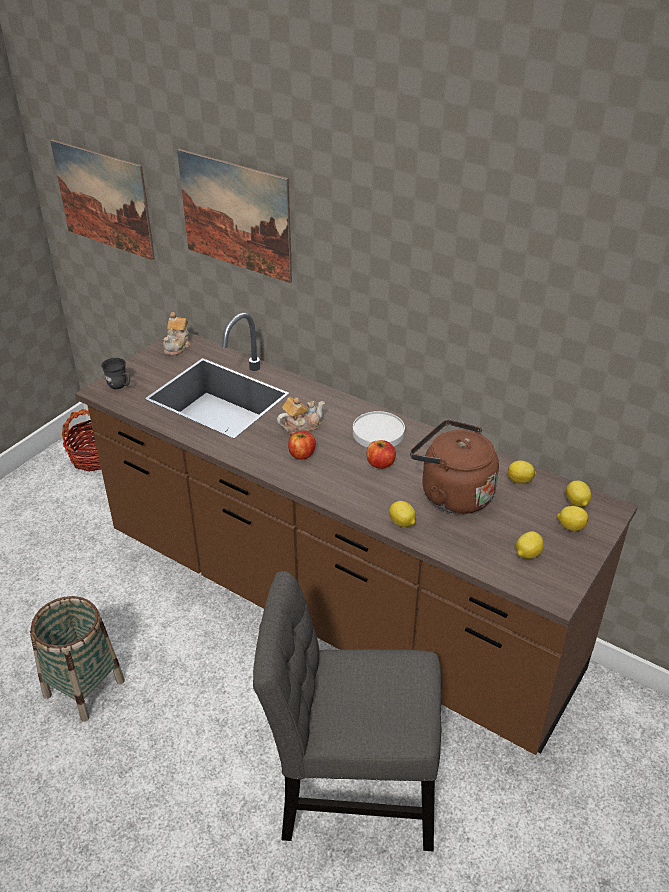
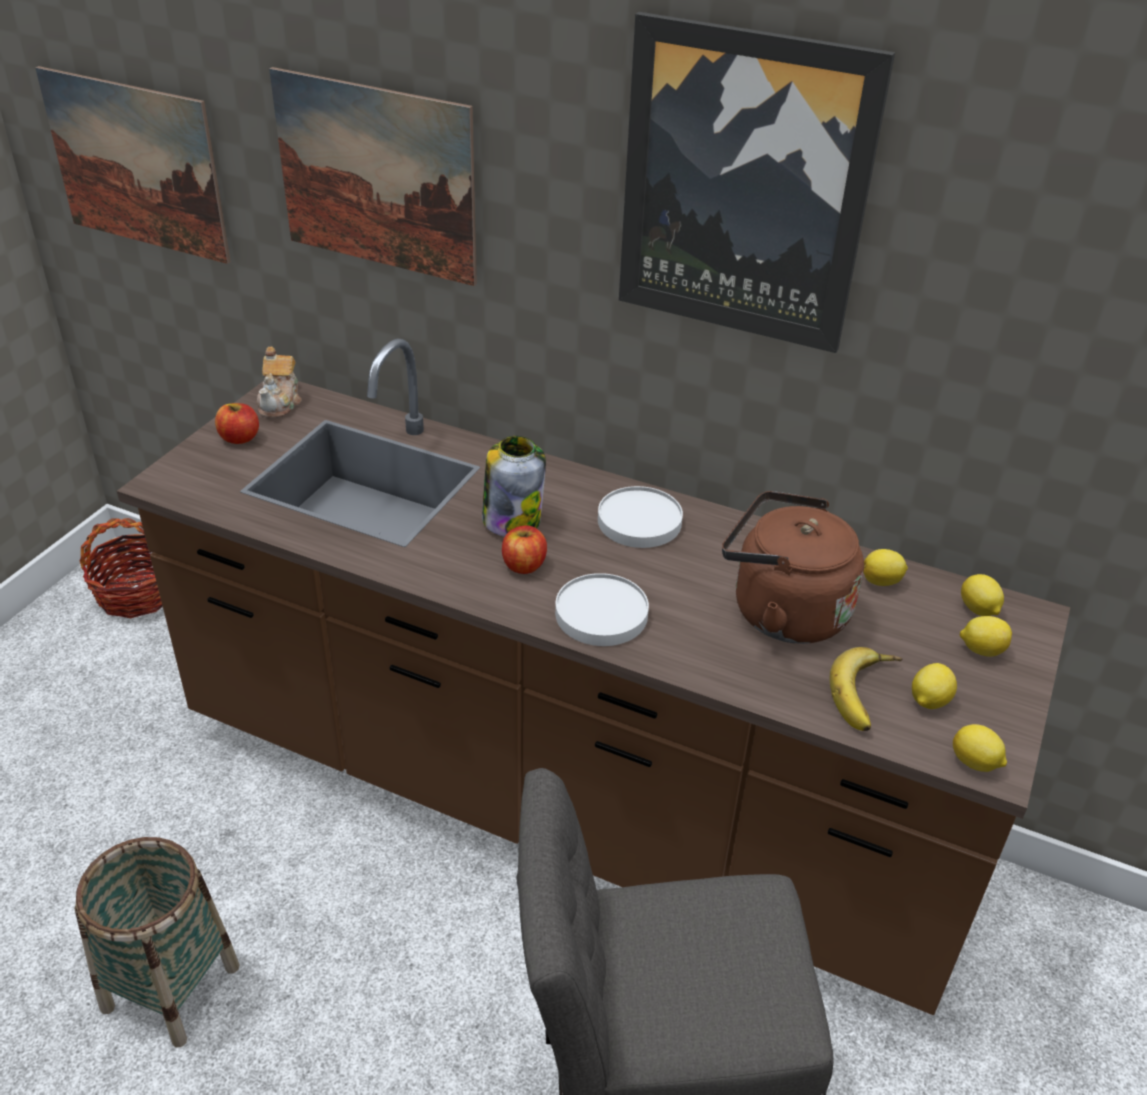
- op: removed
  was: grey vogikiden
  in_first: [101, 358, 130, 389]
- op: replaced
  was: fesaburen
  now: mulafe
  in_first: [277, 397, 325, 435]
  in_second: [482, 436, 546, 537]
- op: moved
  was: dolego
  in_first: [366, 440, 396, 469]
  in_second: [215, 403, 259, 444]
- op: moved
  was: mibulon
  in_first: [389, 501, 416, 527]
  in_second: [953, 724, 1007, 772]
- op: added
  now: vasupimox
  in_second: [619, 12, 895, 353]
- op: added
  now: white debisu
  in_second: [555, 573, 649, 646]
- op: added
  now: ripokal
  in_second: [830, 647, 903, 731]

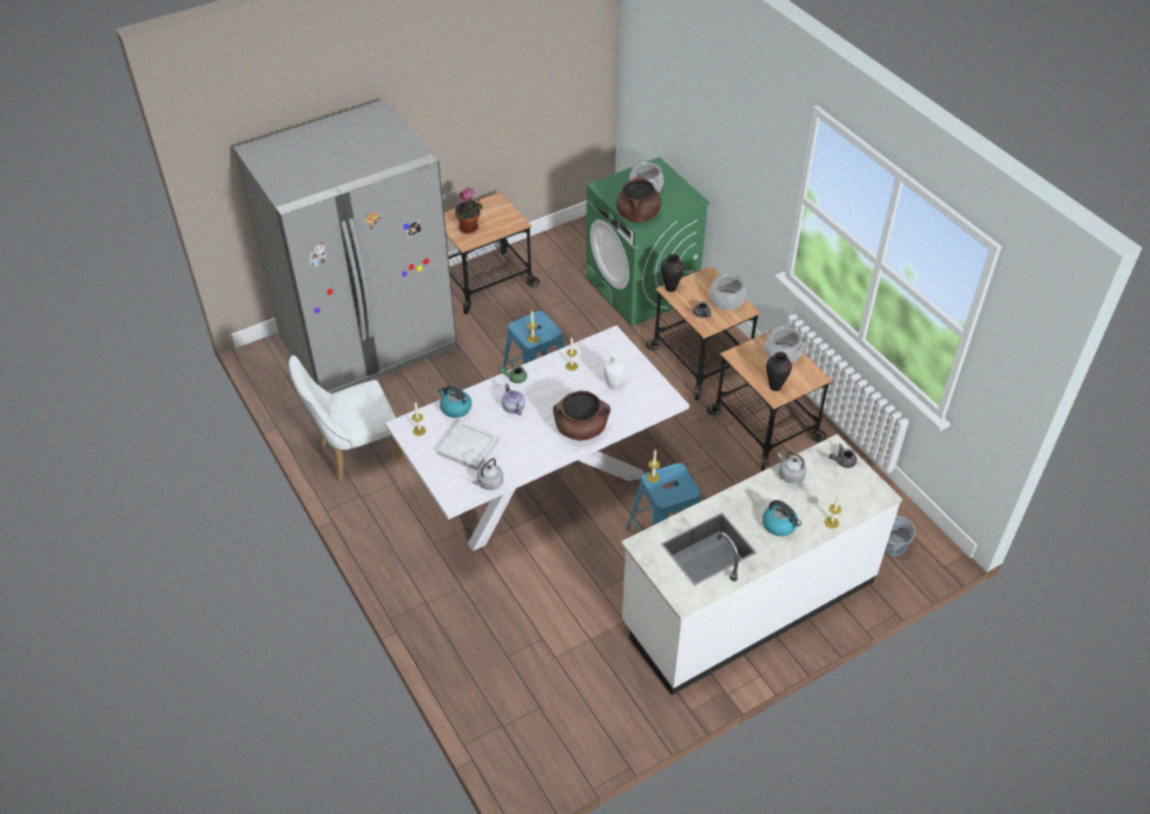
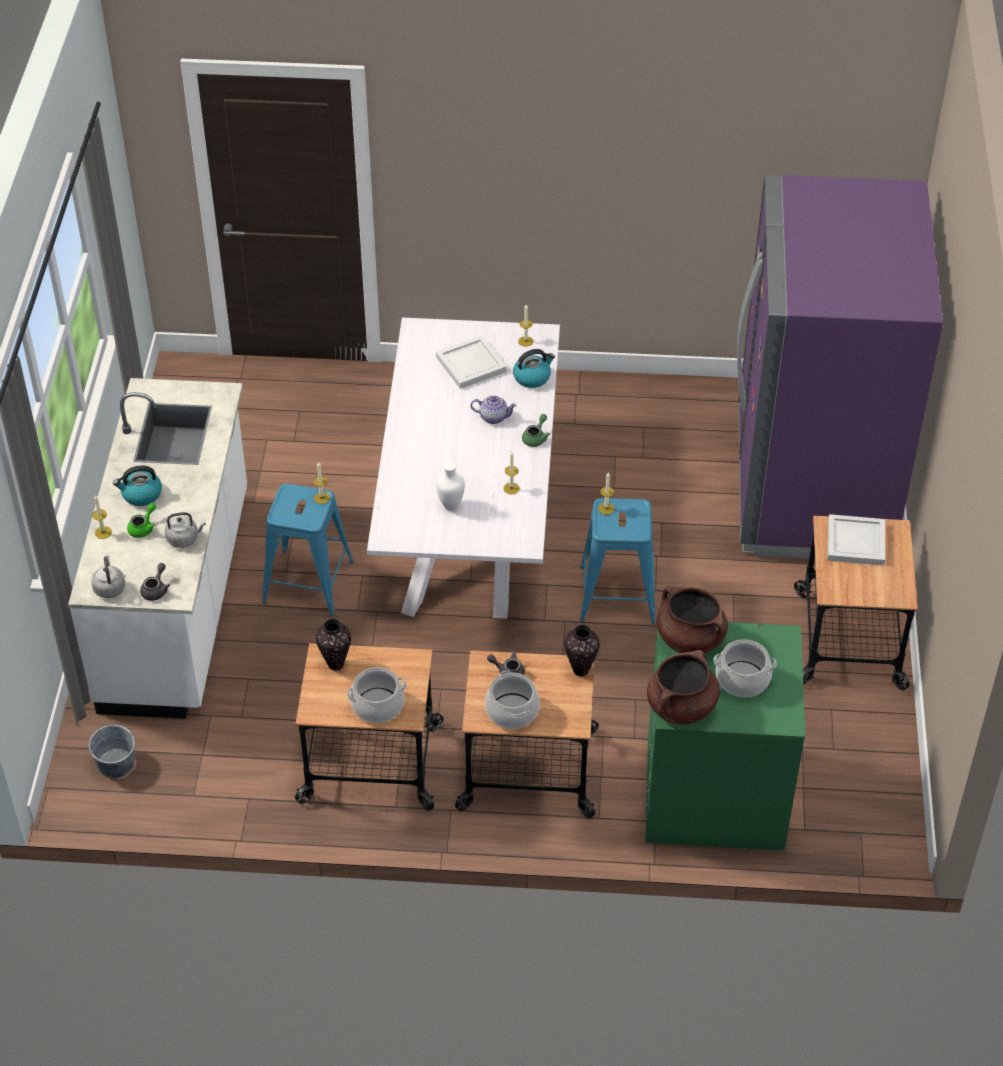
- op: recoloured
  was: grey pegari
  now: purple pegari
  in_first: [233, 99, 457, 394]
  in_second: [737, 175, 943, 559]
- op: replaced
  was: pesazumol
  now: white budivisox
  in_first: [455, 187, 483, 234]
  in_second: [827, 514, 885, 566]
- op: removed
  was: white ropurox
  in_first: [289, 355, 404, 481]
- op: moved
  was: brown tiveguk
  in_first: [553, 391, 610, 441]
  in_second: [647, 650, 720, 725]
- op: moved
  was: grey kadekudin
  in_first: [473, 458, 503, 490]
  in_second: [91, 555, 125, 598]
- op: added
  now: green fesaburen
  in_second: [127, 503, 156, 538]

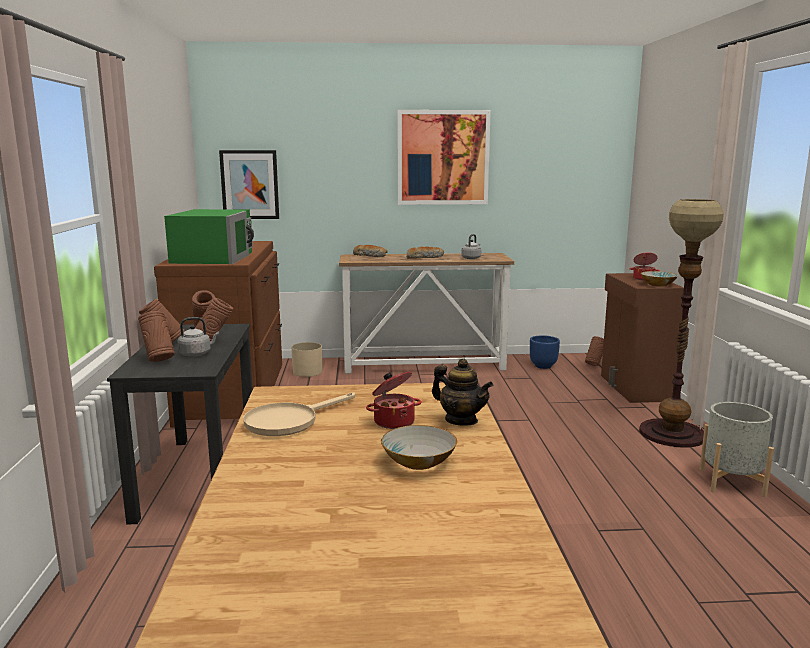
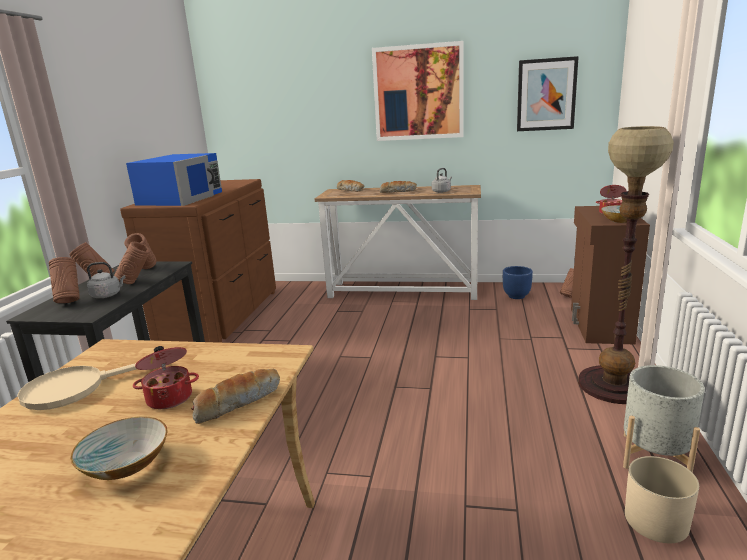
- op: moved
  was: vasupimox
  in_first: [219, 150, 279, 219]
  in_second: [517, 56, 579, 131]
- op: recoloured
  was: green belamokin
  now: blue belamokin
  in_first: [164, 209, 254, 264]
  in_second: [126, 153, 222, 206]
- op: moved
  was: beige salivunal
  in_first: [291, 342, 322, 377]
  in_second: [625, 456, 699, 543]
- op: replaced
  was: fesaburen
  now: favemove
  in_first: [432, 358, 493, 426]
  in_second: [191, 369, 280, 424]

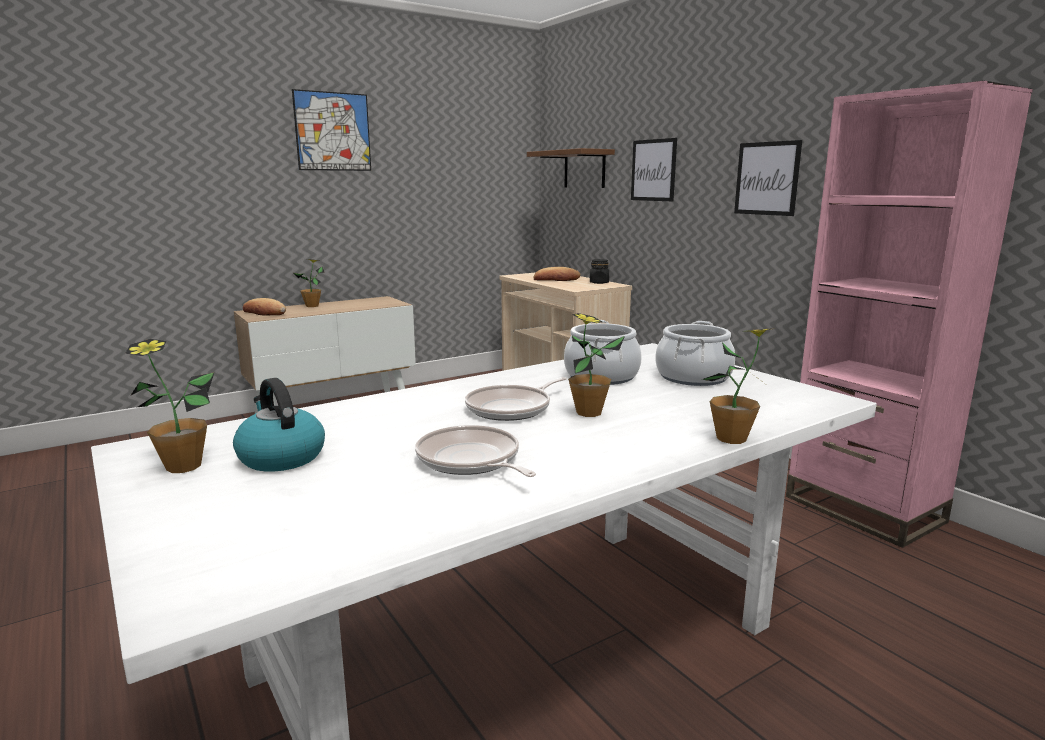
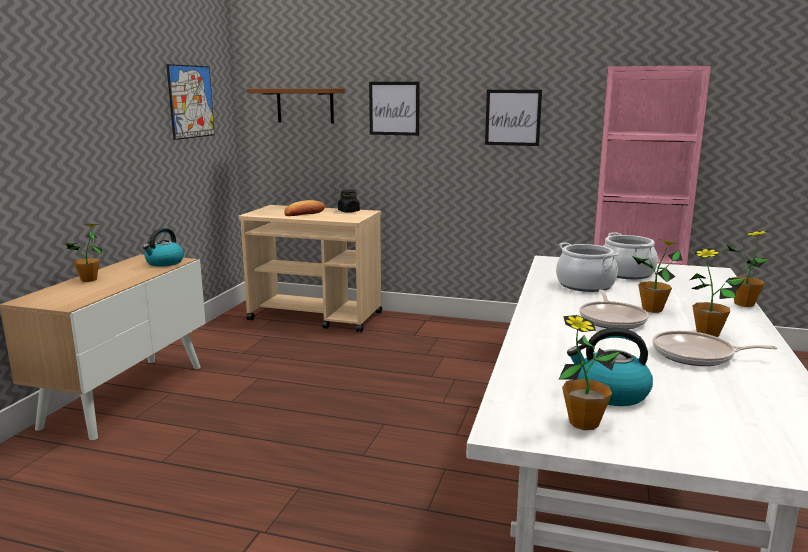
- op: moved
  was: vasupimox
  in_first: [292, 89, 371, 171]
  in_second: [166, 64, 215, 140]
- op: removed
  was: favemove
  in_first: [243, 298, 286, 316]
- op: added
  now: kadekudin
  in_second: [143, 228, 184, 267]
- op: added
  now: pesazumol
  in_second: [690, 248, 745, 337]

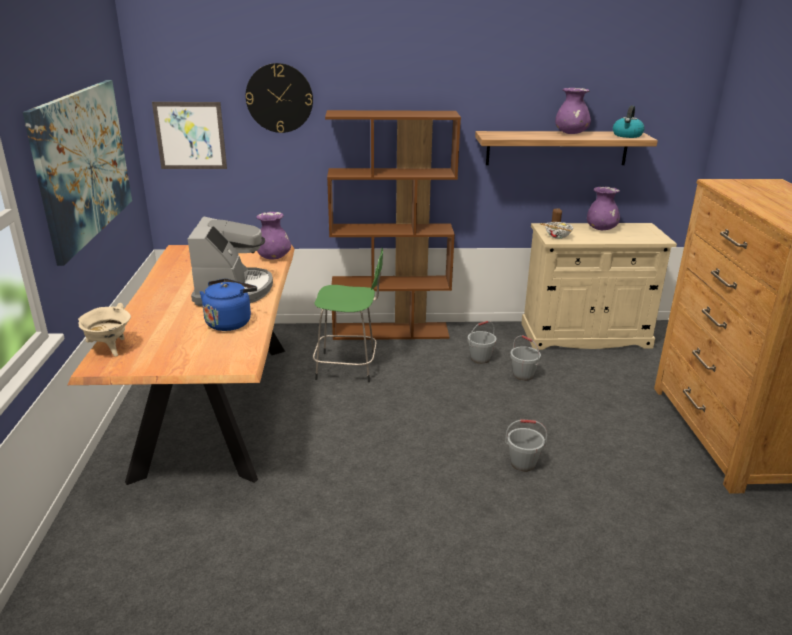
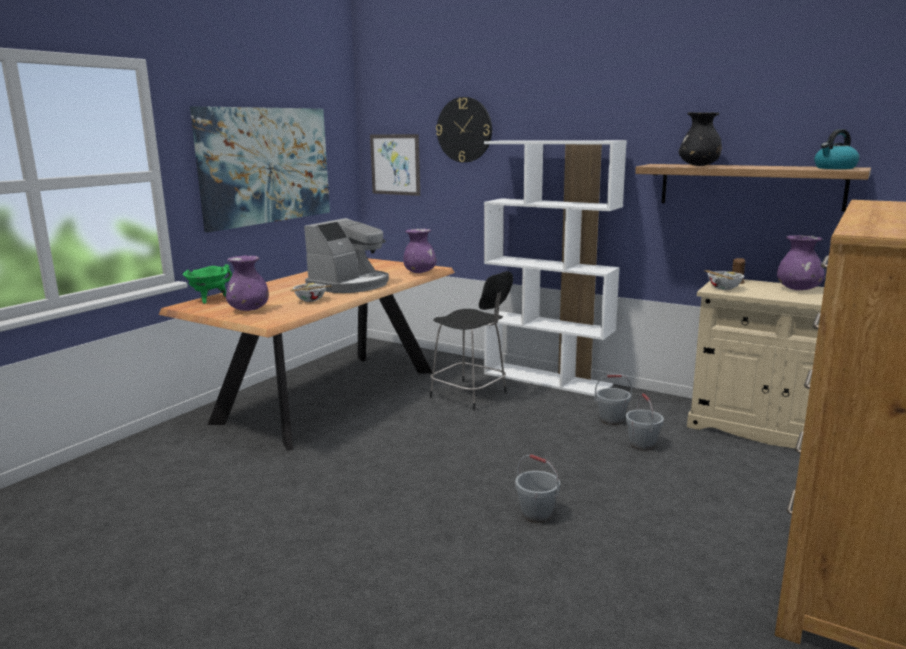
- op: moved
  was: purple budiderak
  in_first: [555, 88, 591, 134]
  in_second: [226, 255, 269, 311]
- op: recoloured
  was: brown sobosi
  now: white sobosi
  in_first: [325, 110, 461, 340]
  in_second: [484, 140, 627, 396]
- op: recoloured
  was: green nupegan
  now: black nupegan
  in_first: [313, 248, 383, 382]
  in_second: [430, 271, 513, 411]
- op: replaced
  was: blue kadekudin
  now: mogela
  in_first: [200, 279, 257, 331]
  in_second: [291, 283, 331, 302]
- op: recoloured
  was: beige tiveguk
  now: green tiveguk
  in_first: [78, 303, 131, 357]
  in_second: [183, 264, 232, 304]
- op: added
  now: black budiderak
  in_second: [679, 112, 722, 166]

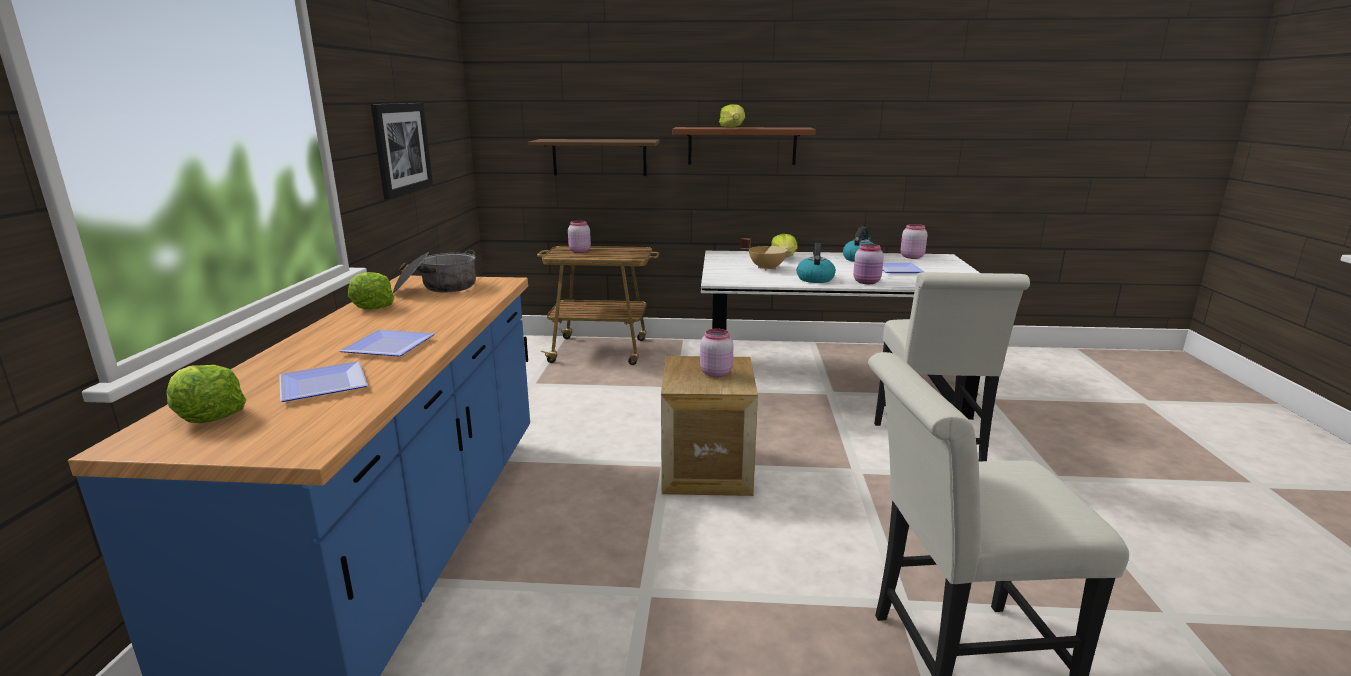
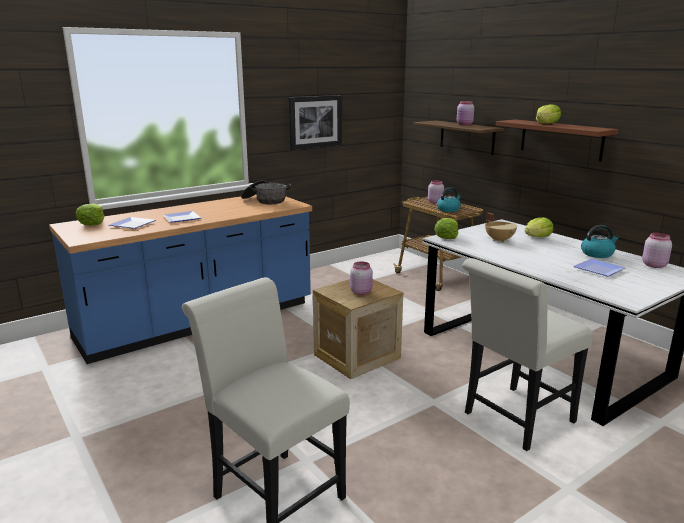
- op: moved
  was: kadekudin
  in_first: [797, 243, 836, 283]
  in_second: [437, 187, 462, 212]
- op: moved
  was: pink mulafe
  in_first: [853, 244, 884, 284]
  in_second: [457, 101, 474, 125]
- op: moved
  was: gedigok
  in_first: [348, 272, 395, 309]
  in_second: [434, 218, 458, 239]

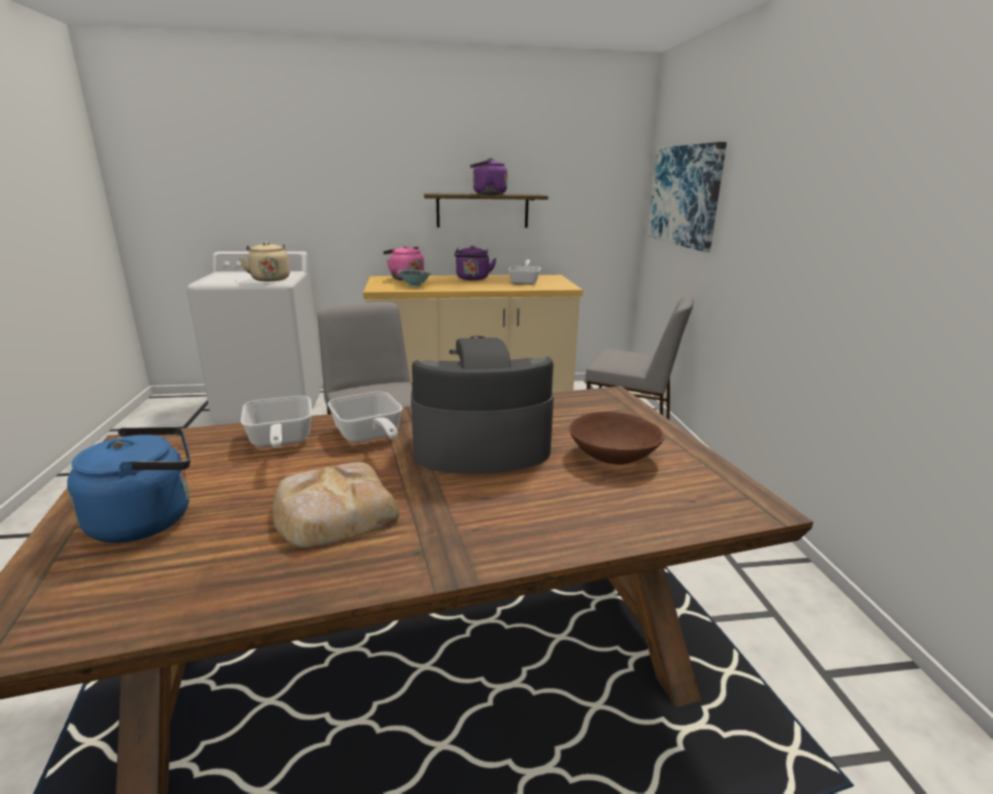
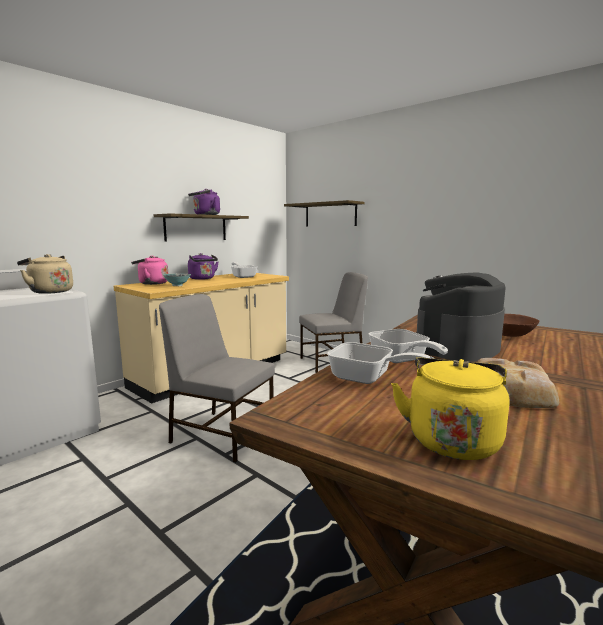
- op: replaced
  was: vasupimox
  now: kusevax
  in_first: [647, 142, 727, 252]
  in_second: [284, 200, 365, 226]
- op: turned
  was: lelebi
  in_first: [328, 392, 403, 443]
  in_second: [368, 329, 448, 363]
  clockwise: 45
- op: recoloured
  was: blue kadekudin
  now: yellow kadekudin
  in_first: [67, 427, 190, 543]
  in_second: [391, 357, 509, 460]

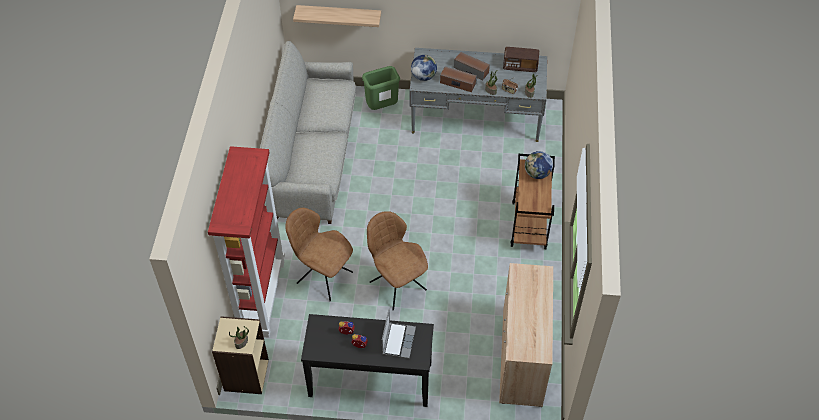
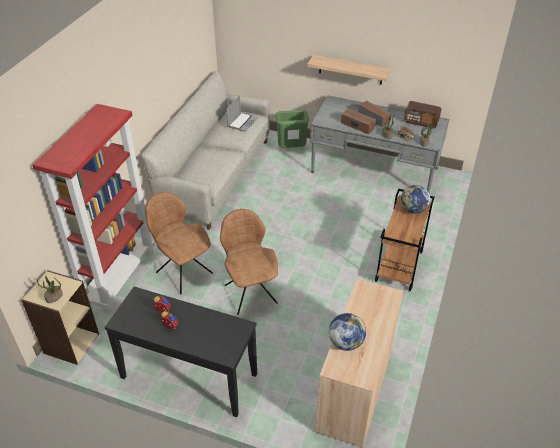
- op: moved
  was: kusevax
  in_first: [293, 5, 381, 27]
  in_second: [307, 55, 391, 85]
- op: moved
  was: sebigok
  in_first: [411, 55, 437, 81]
  in_second: [329, 313, 366, 351]
- op: moved
  was: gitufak
  in_first: [382, 308, 416, 359]
  in_second: [226, 95, 258, 132]

